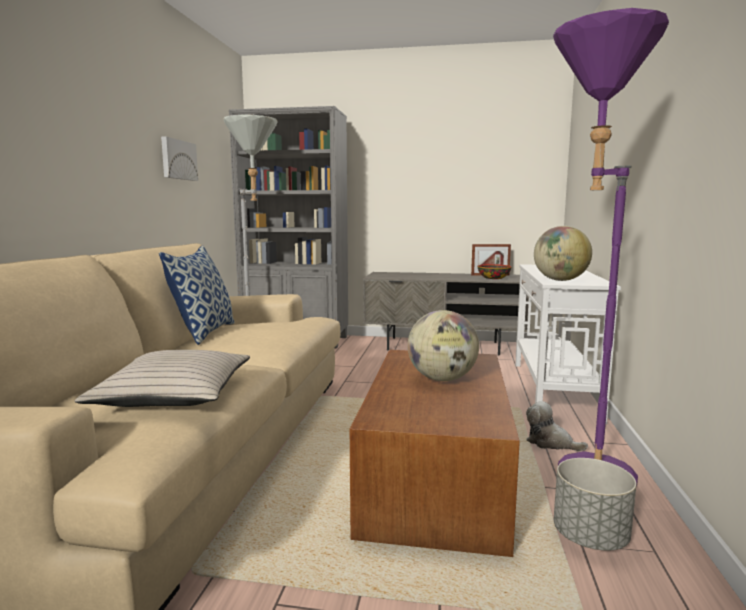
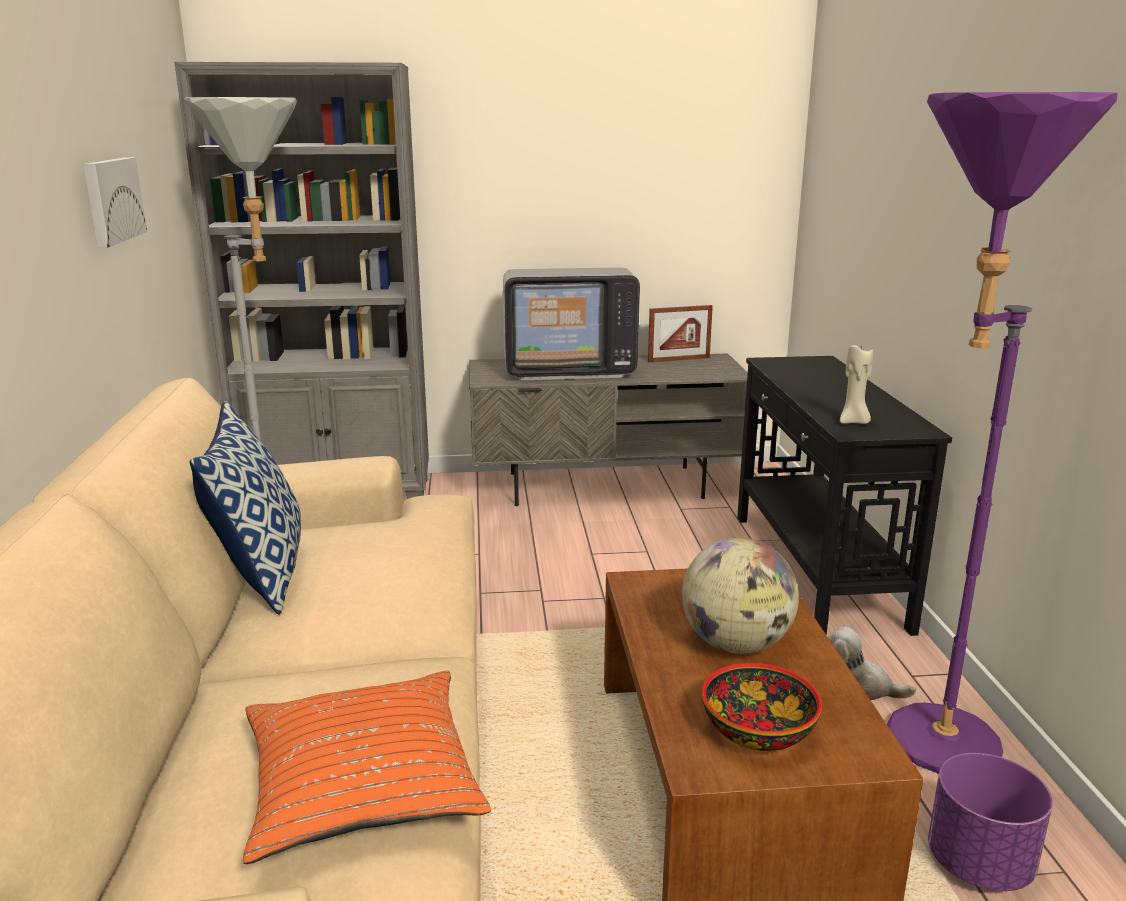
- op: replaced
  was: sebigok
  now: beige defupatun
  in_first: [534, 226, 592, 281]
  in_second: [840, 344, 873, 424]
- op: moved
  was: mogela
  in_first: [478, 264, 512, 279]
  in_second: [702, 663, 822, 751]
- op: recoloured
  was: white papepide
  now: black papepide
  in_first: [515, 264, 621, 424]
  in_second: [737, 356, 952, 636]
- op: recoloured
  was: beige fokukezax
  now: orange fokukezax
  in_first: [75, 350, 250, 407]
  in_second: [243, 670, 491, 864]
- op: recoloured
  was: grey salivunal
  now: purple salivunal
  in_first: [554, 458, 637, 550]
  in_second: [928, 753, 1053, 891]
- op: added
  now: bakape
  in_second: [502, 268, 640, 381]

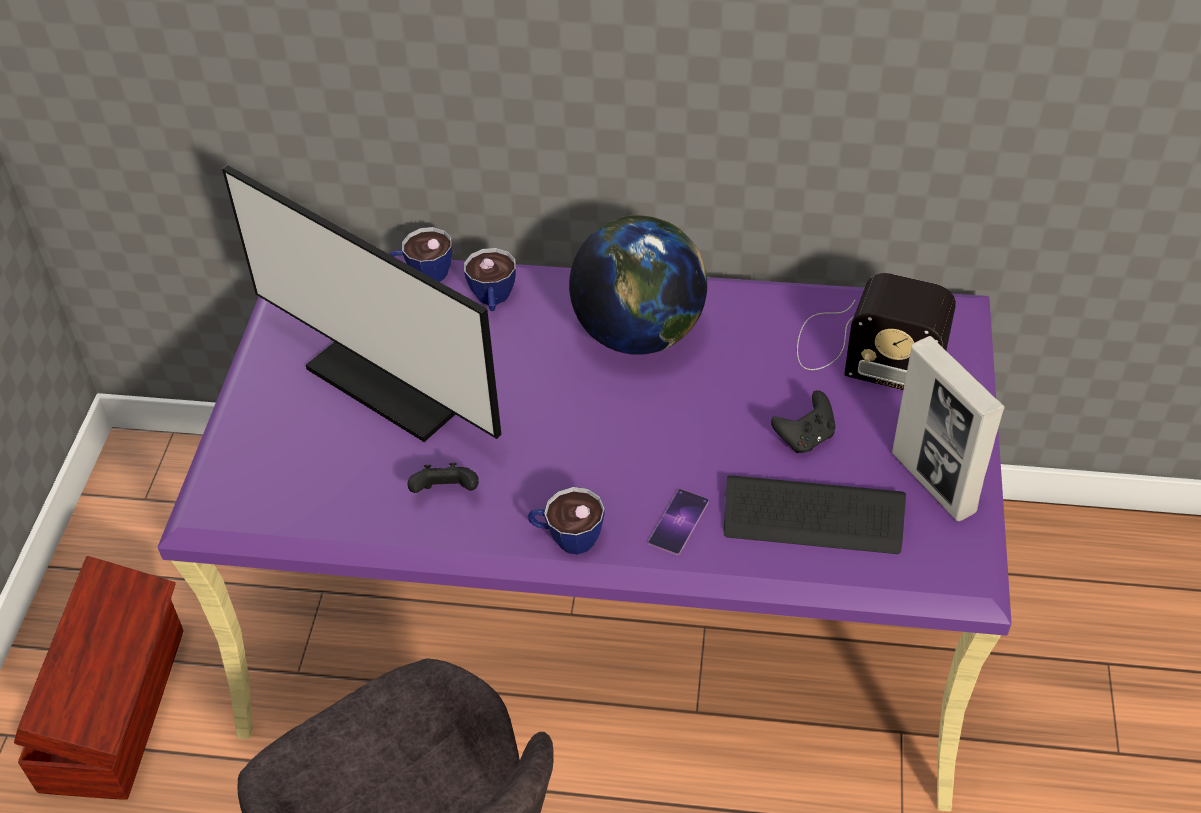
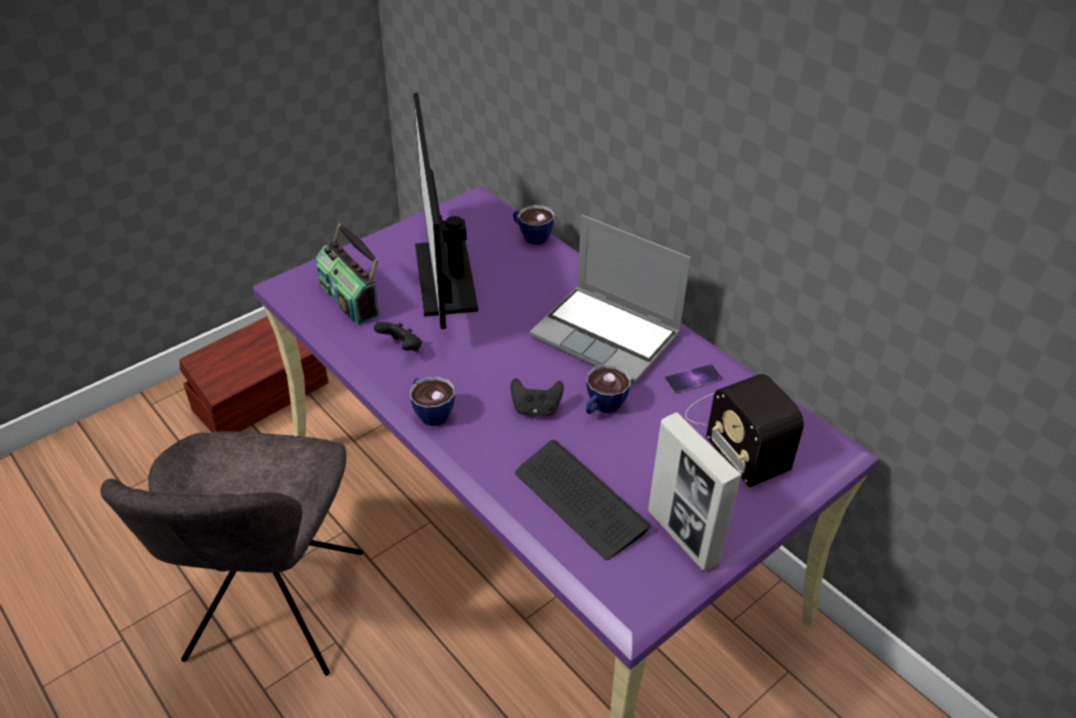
- op: replaced
  was: sebigok
  now: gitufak
  in_first: [569, 215, 707, 355]
  in_second: [529, 215, 691, 384]
- op: moved
  was: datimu
  in_first: [464, 248, 516, 311]
  in_second: [586, 364, 631, 414]
- op: turned
  was: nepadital
  in_first: [892, 336, 1005, 521]
  in_second: [648, 412, 742, 571]
  clockwise: -45
- op: moved
  was: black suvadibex
  in_first: [771, 390, 835, 453]
  in_second: [511, 378, 564, 417]
- op: moved
  was: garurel
  in_first: [648, 489, 709, 555]
  in_second: [664, 364, 723, 394]
- op: added
  now: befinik
  in_second: [315, 223, 379, 325]

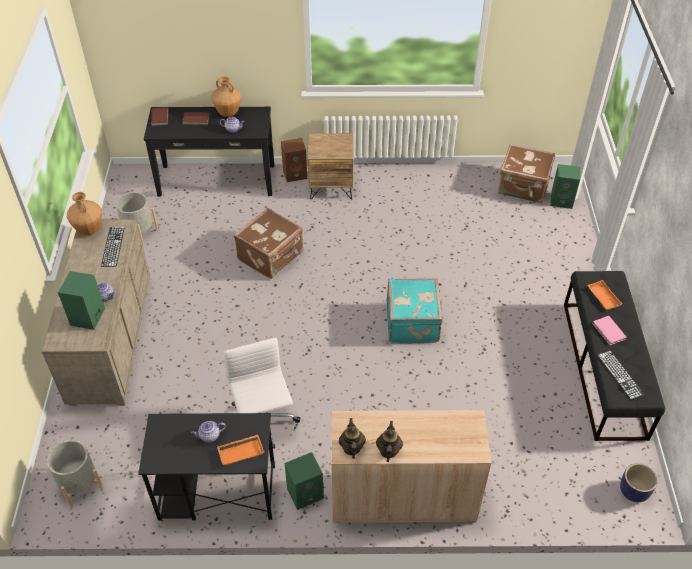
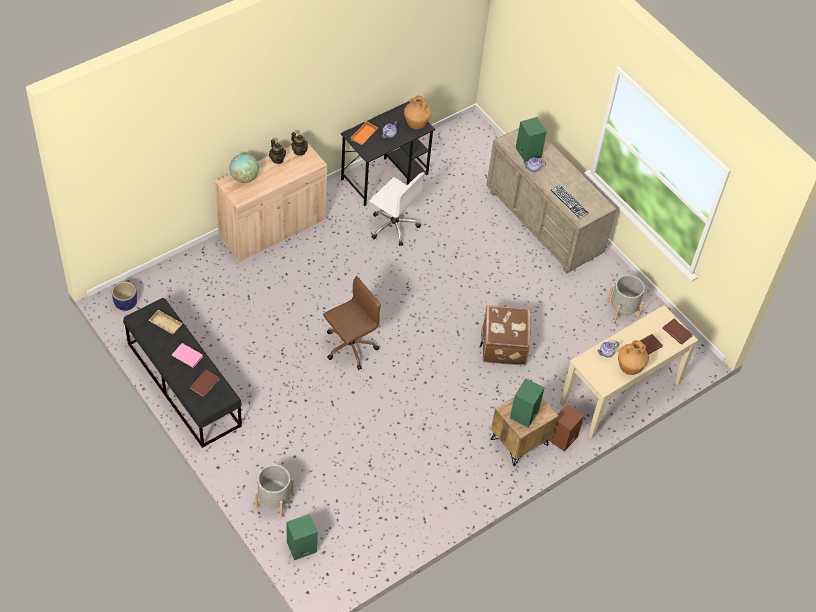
- op: recoloured
  was: black papepide
  now: beige papepide
  in_first: [144, 107, 274, 197]
  in_second: [560, 305, 698, 439]
- op: removed
  was: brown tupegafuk
  in_first: [498, 144, 556, 203]
- op: moved
  was: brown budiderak
  in_first: [67, 192, 102, 235]
  in_second: [404, 95, 431, 129]
- op: replaced
  was: turquoise tupegafuk
  now: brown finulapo
  in_first: [387, 278, 444, 344]
  in_second: [323, 276, 381, 370]
- op: replaced
  was: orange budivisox
  now: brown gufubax
  in_first: [587, 280, 622, 310]
  in_second: [190, 369, 220, 397]
- op: replaced
  was: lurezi
  now: beige budivisox
  in_first: [597, 351, 644, 400]
  in_second: [148, 310, 183, 335]
- op: moved
  was: grey salivunal
  in_first: [47, 440, 104, 506]
  in_second: [255, 464, 293, 517]
- op: moved
  was: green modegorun
  in_first: [285, 452, 324, 510]
  in_second: [510, 378, 544, 427]
- op: added
  now: sebigok
  in_second: [229, 154, 259, 183]

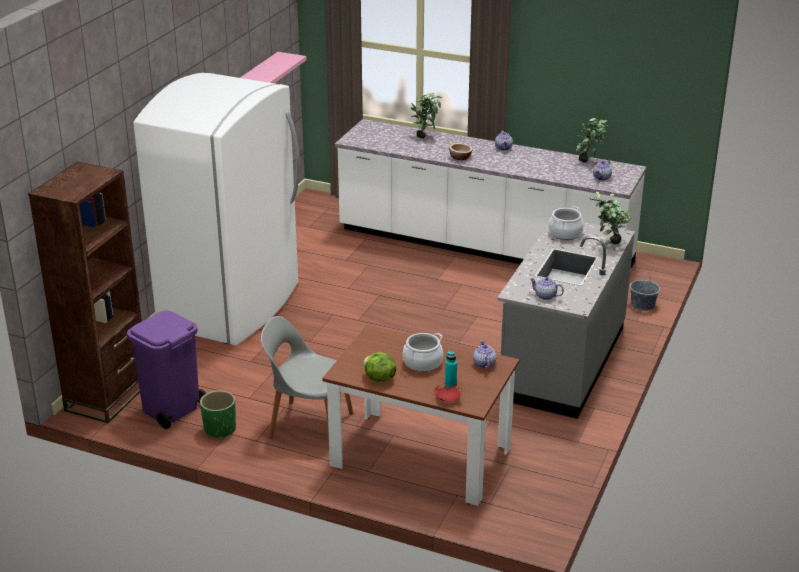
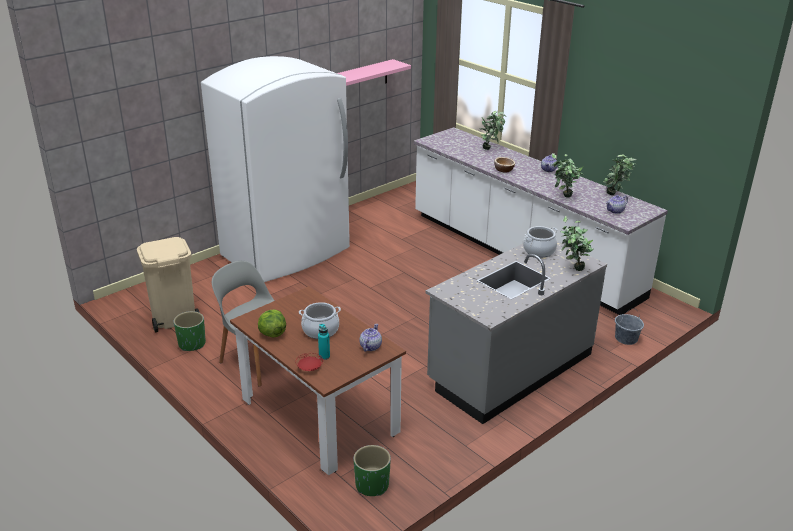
- op: removed
  was: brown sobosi
  in_first: [28, 162, 142, 423]
- op: removed
  was: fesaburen
  in_first: [529, 277, 564, 300]
- op: recoloured
  was: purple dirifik
  now: beige dirifik
  in_first: [127, 310, 207, 429]
  in_second: [137, 237, 200, 332]
- op: added
  now: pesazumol
  in_second: [552, 153, 583, 197]
- op: added
  now: green salivunal
  in_second: [354, 445, 391, 496]

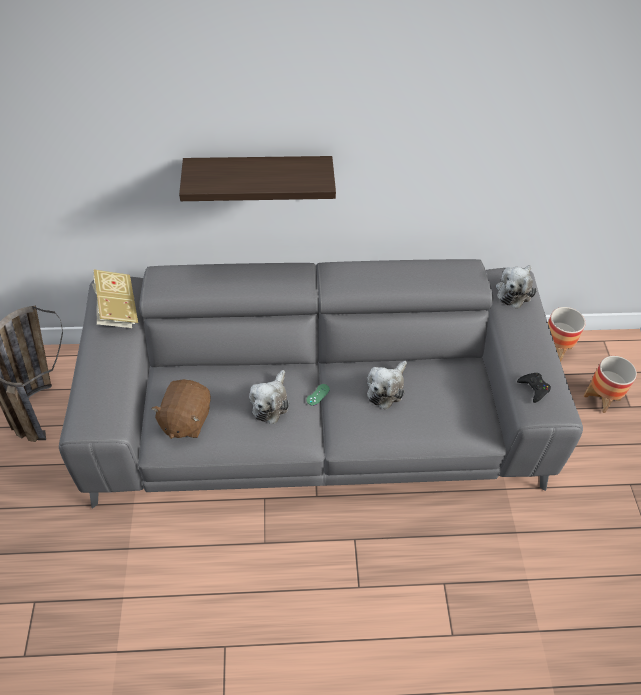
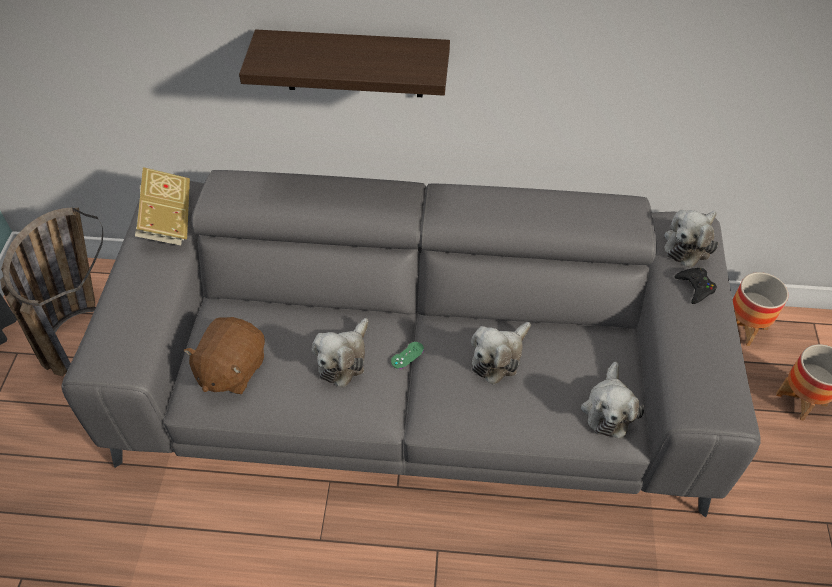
- op: moved
  was: black suvadibex
  in_first: [517, 373, 551, 403]
  in_second: [675, 268, 717, 304]
- op: added
  now: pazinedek
  in_second: [581, 362, 645, 438]

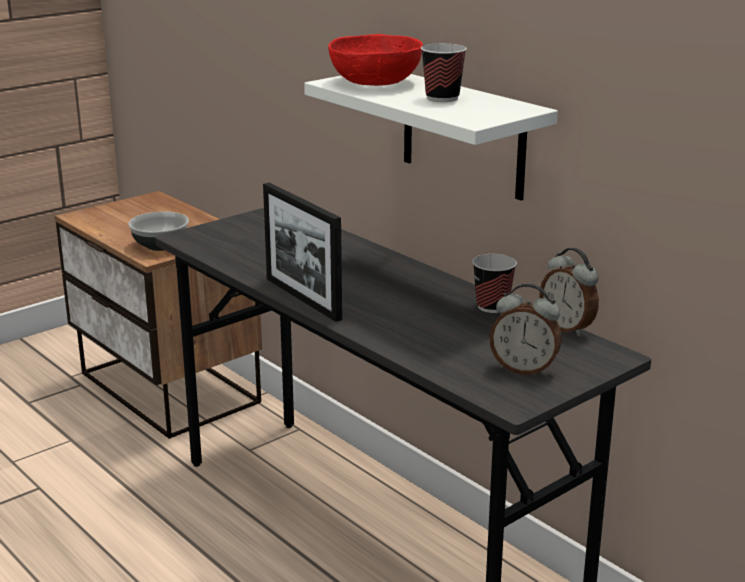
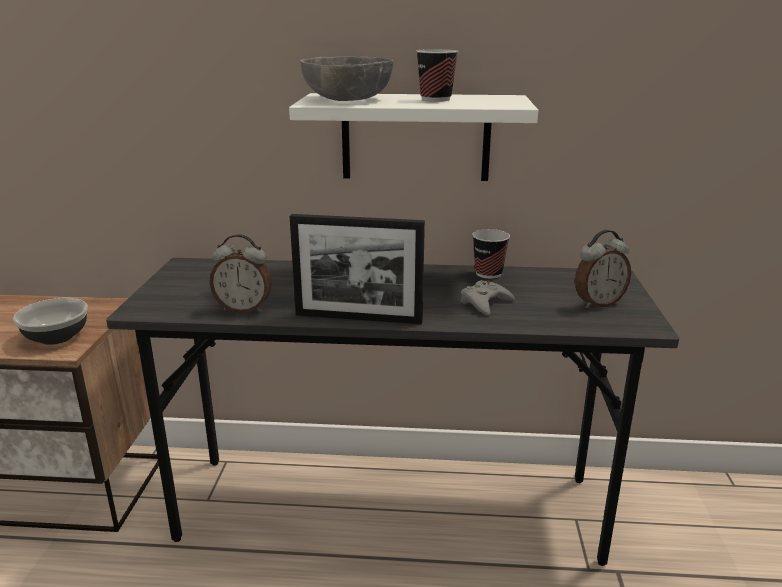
- op: recoloured
  was: red mogela
  now: grey mogela
  in_first: [328, 34, 423, 86]
  in_second: [300, 56, 394, 101]
- op: moved
  was: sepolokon
  in_first: [539, 248, 599, 337]
  in_second: [210, 234, 272, 313]
- op: added
  now: grey suvadibex
  in_second: [461, 280, 515, 316]

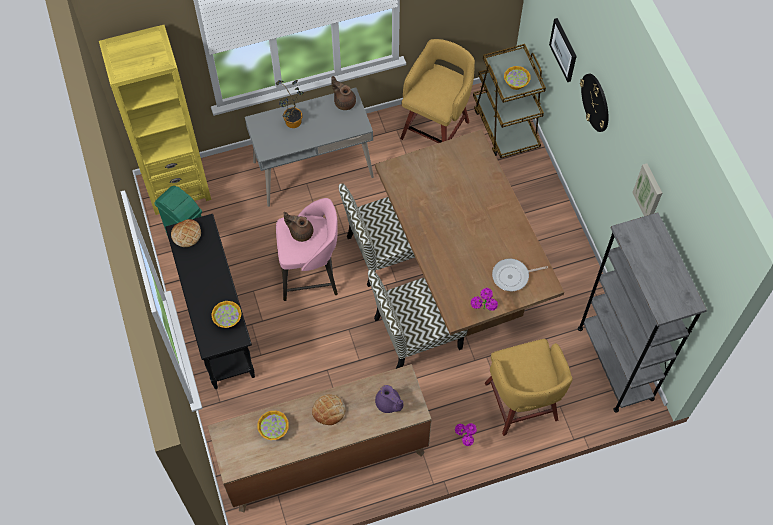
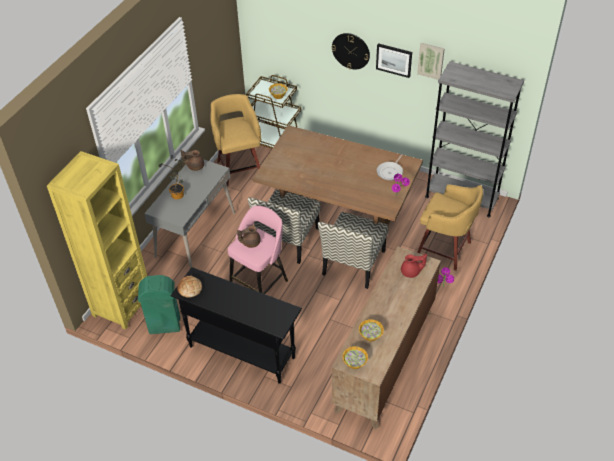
- op: moved
  was: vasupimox
  in_first: [549, 18, 577, 82]
  in_second: [376, 43, 412, 78]
- op: moved
  was: mogela
  in_first: [211, 301, 242, 328]
  in_second: [342, 346, 368, 369]
- op: recoloured
  was: purple fesaburen
  now: red fesaburen
  in_first: [375, 385, 403, 413]
  in_second: [401, 254, 427, 278]
- op: removed
  was: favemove
  in_first: [312, 394, 346, 425]

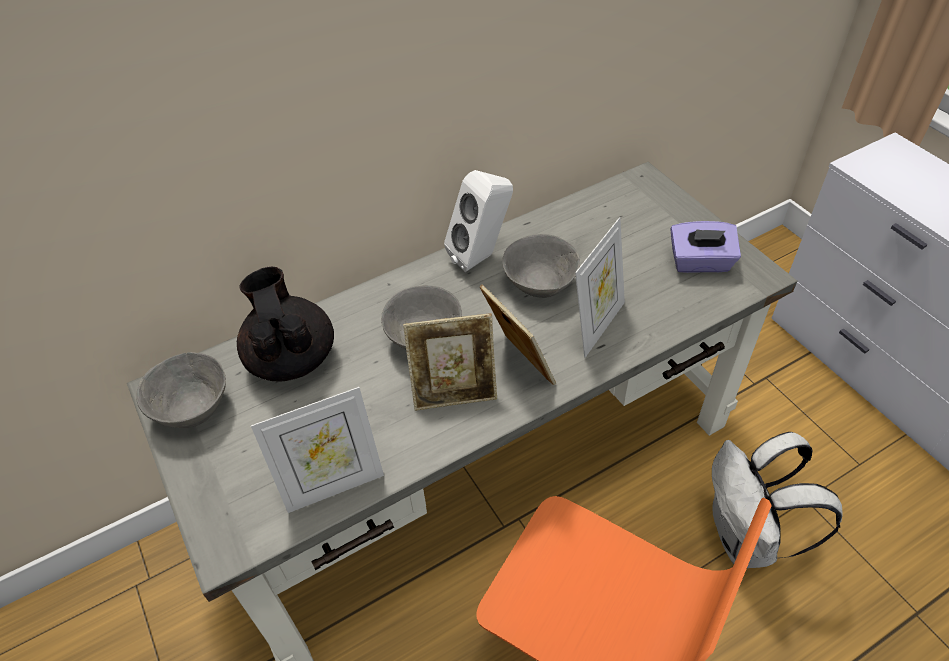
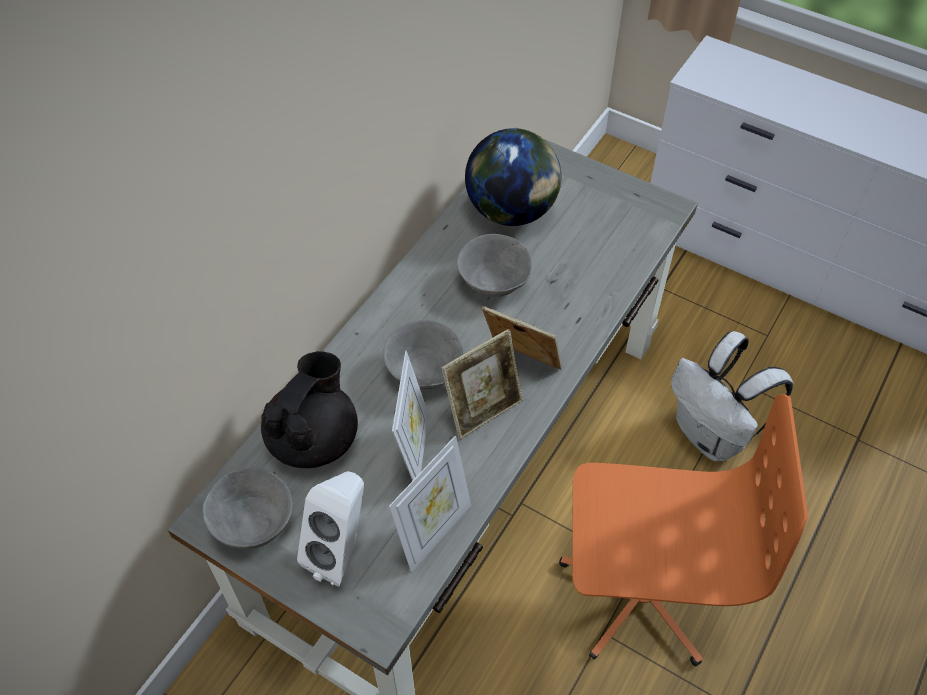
- op: moved
  was: white modegorun
  in_first: [444, 170, 513, 272]
  in_second: [297, 471, 364, 587]
- op: moved
  was: nepadital
  in_first: [575, 217, 625, 358]
  in_second: [392, 351, 429, 481]
- op: removed
  was: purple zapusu
  in_first: [670, 221, 741, 273]
- op: turned
  was: black fesaburen
  in_first: [237, 267, 334, 382]
  in_second: [261, 351, 358, 468]
  clockwise: 75
- op: added
  now: sebigok
  in_second: [465, 128, 561, 226]

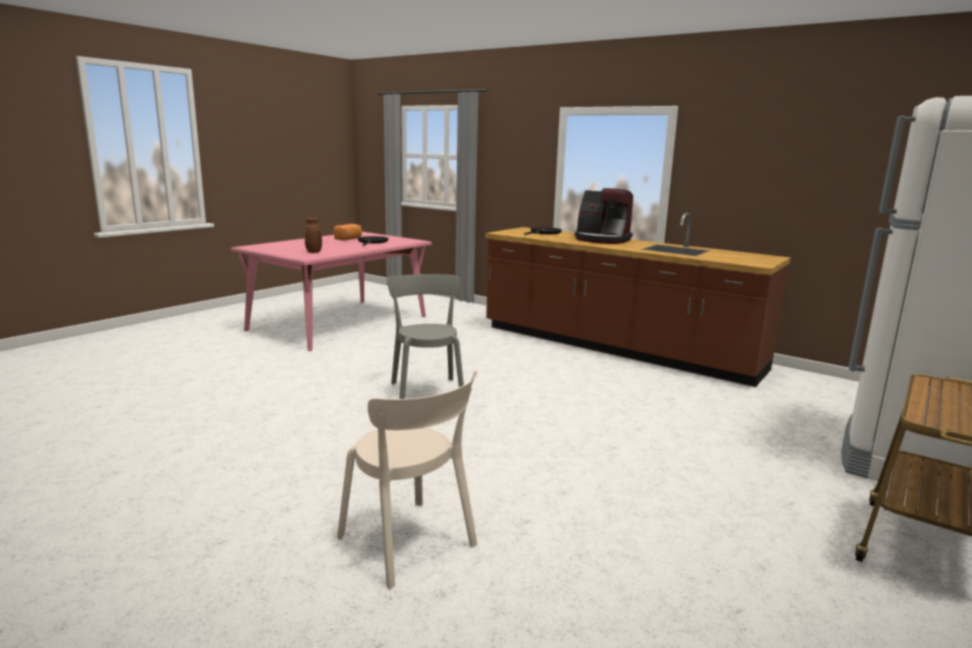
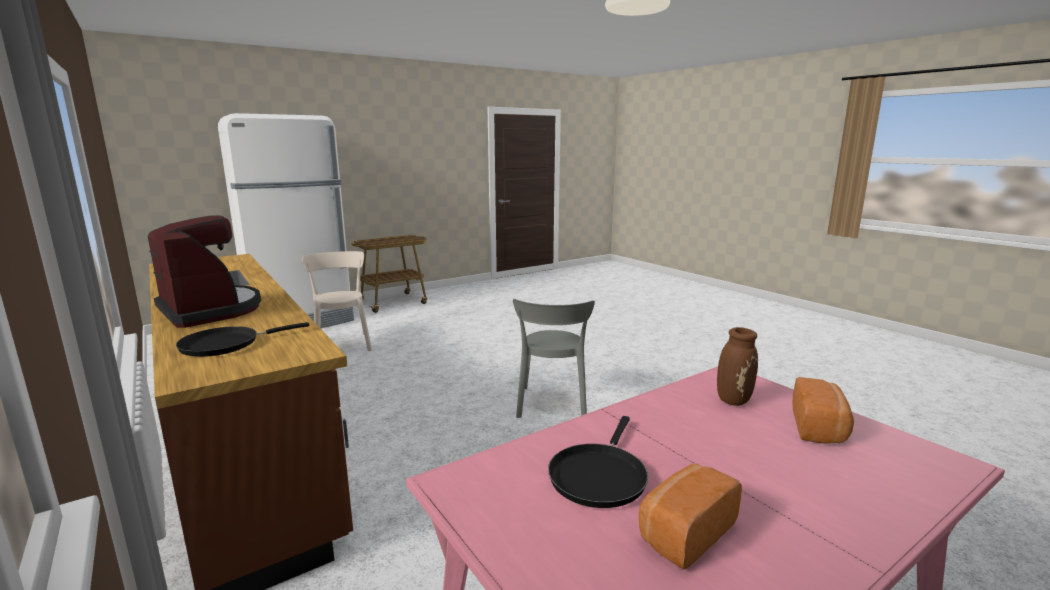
- op: moved
  was: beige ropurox
  in_first: [337, 370, 478, 589]
  in_second: [302, 251, 372, 351]
- op: added
  now: favemove
  in_second: [792, 377, 854, 444]

